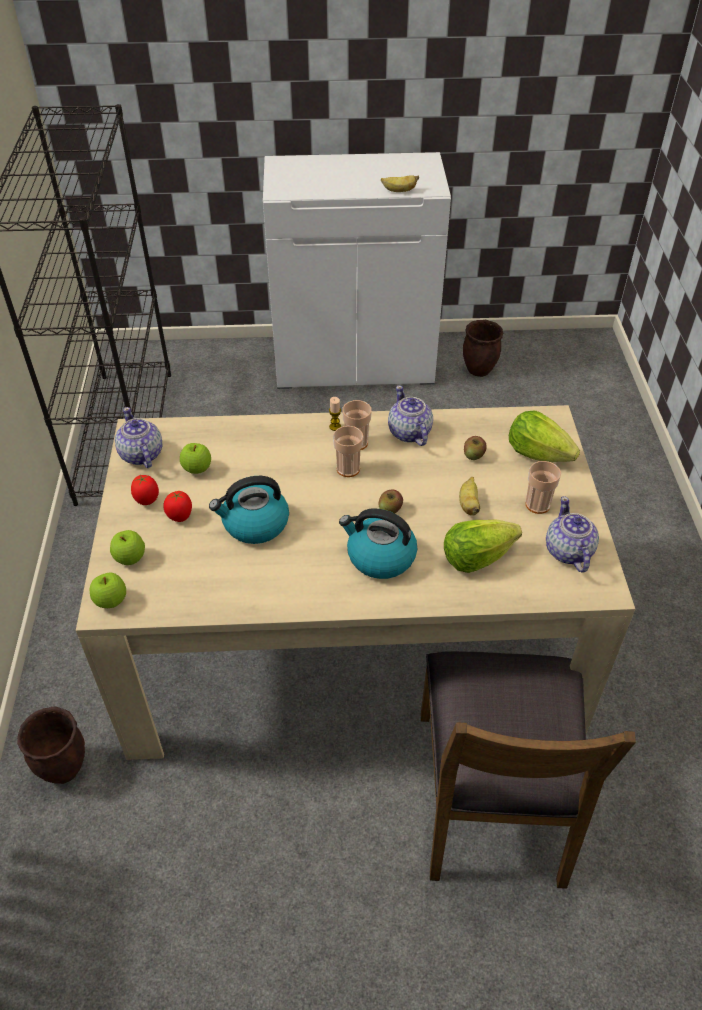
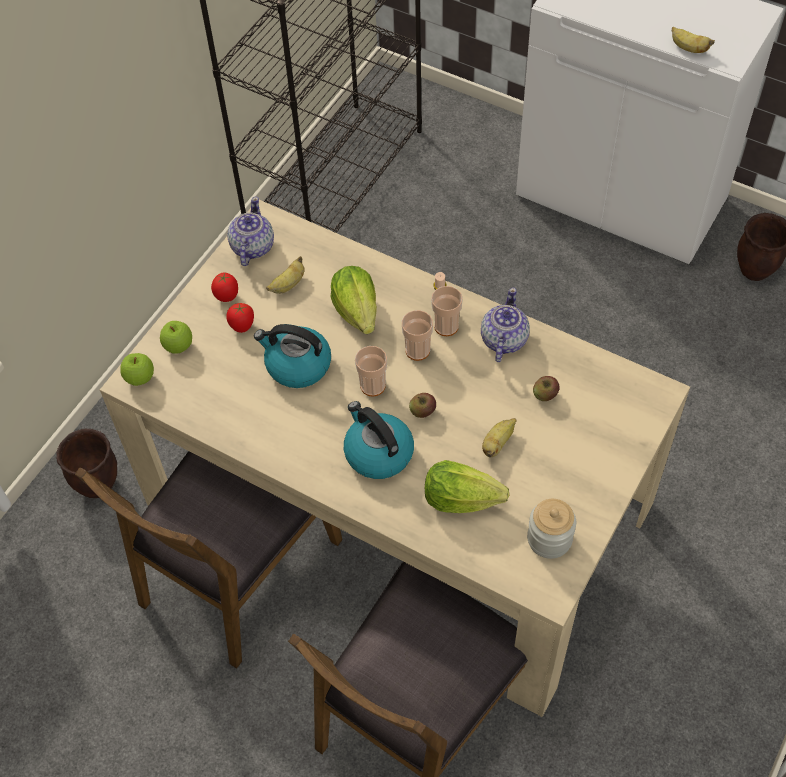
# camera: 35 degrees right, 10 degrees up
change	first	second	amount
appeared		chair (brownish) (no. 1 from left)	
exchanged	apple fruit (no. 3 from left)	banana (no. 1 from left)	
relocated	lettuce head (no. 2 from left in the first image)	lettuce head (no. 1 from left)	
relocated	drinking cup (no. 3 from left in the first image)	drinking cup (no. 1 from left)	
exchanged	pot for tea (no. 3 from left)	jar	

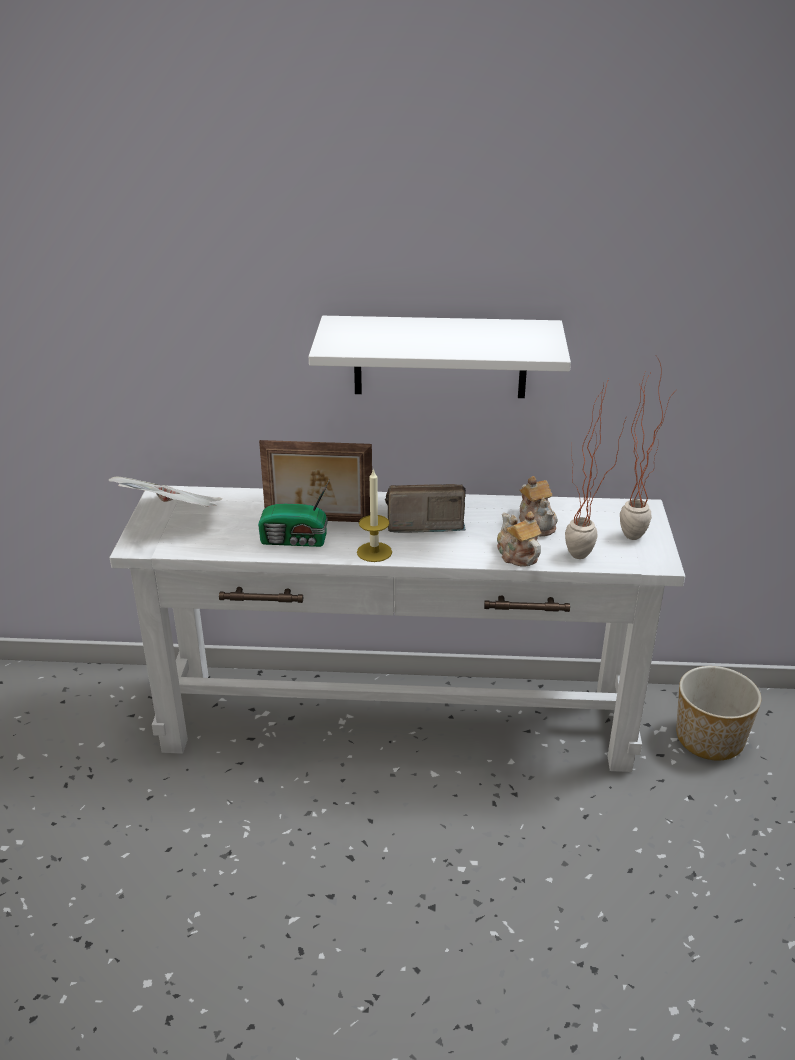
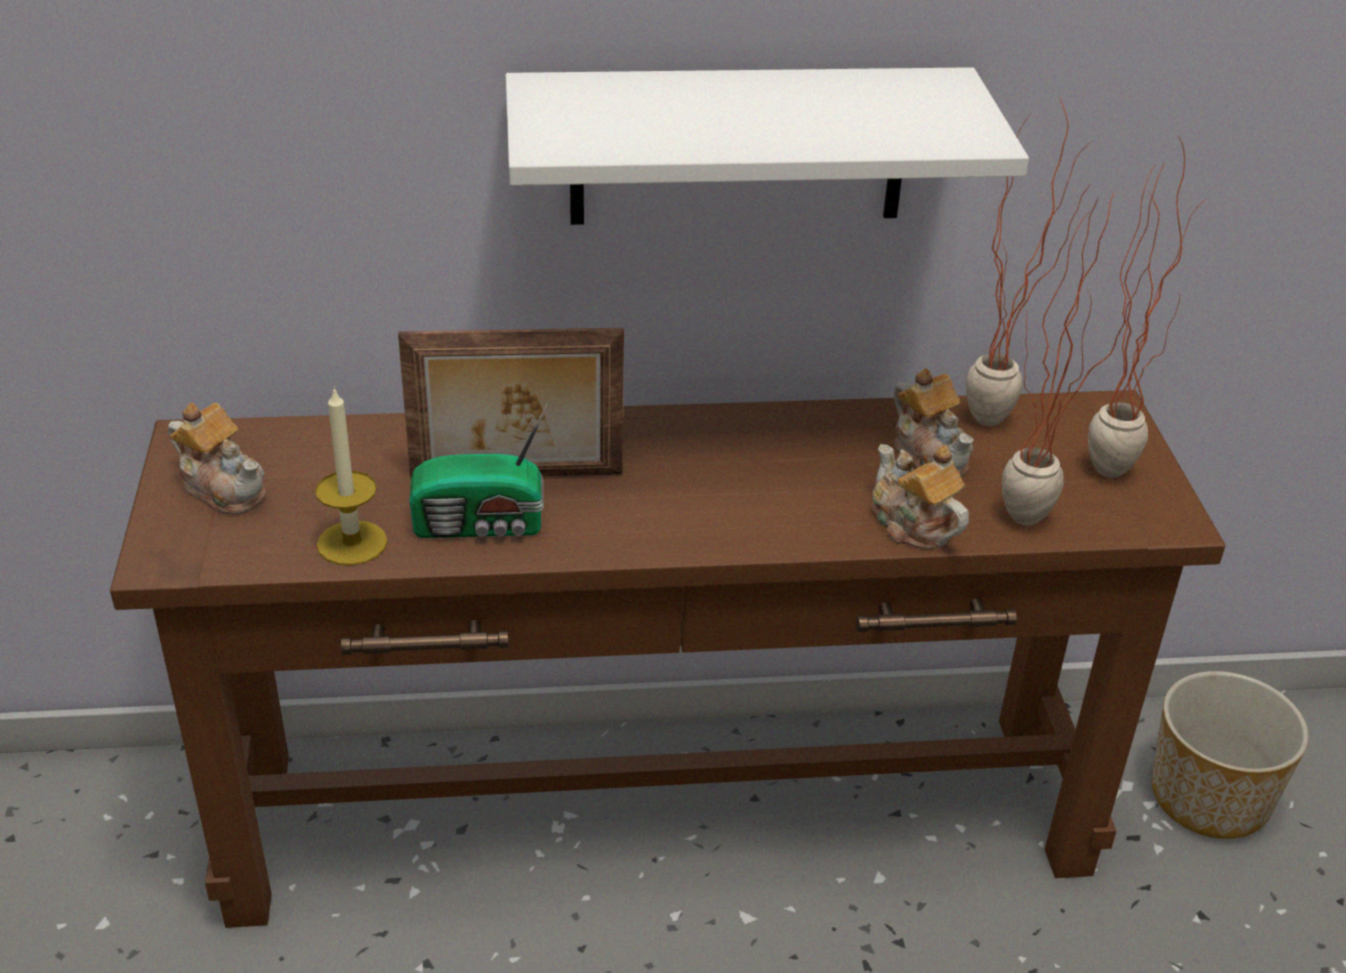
# camera: 10 degrees left, 5 degrees up
change	first	second	amount
colour	narrow table (whitish)	narrow table (brownish)	
exchanged	printed paper	pot for tea (no. 1 from left)	
relocated	candle		
appeared		potted plant (no. 1 from left)	
missing	radio (no. 2 from left)		

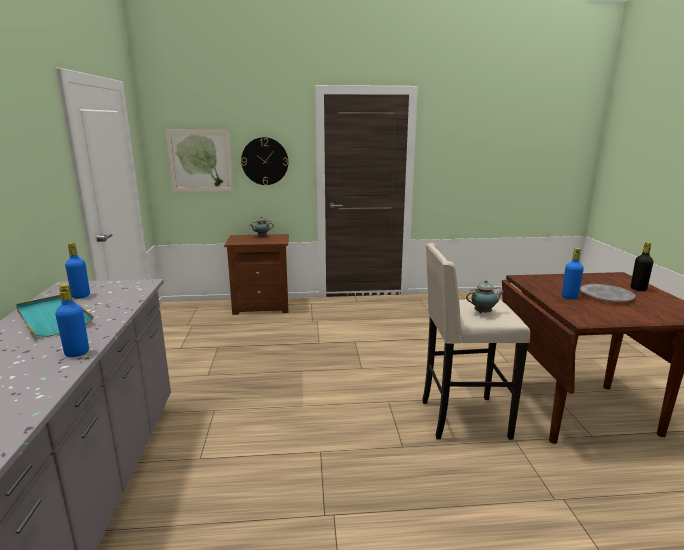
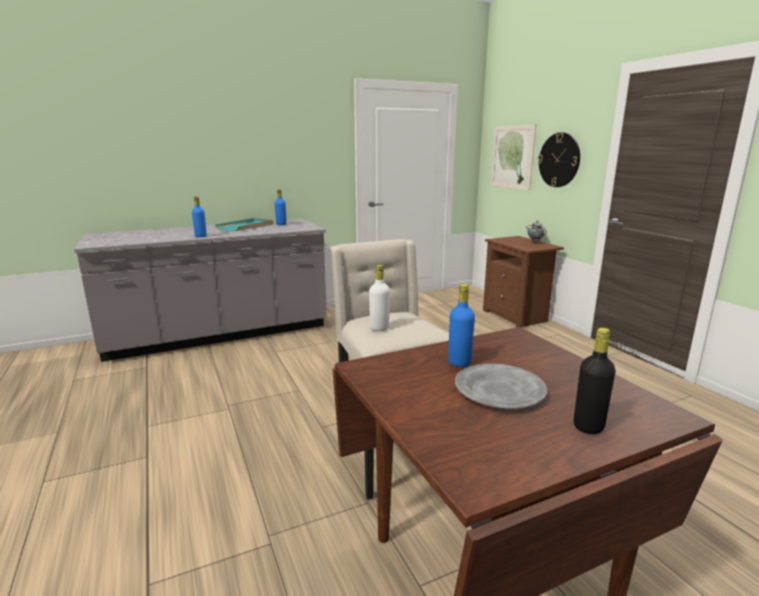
# camera: 70 degrees right, 0 degrees up
change	first	second	amount
exchanged	pot for tea (no. 2 from left)	drink bottle (whitish)	

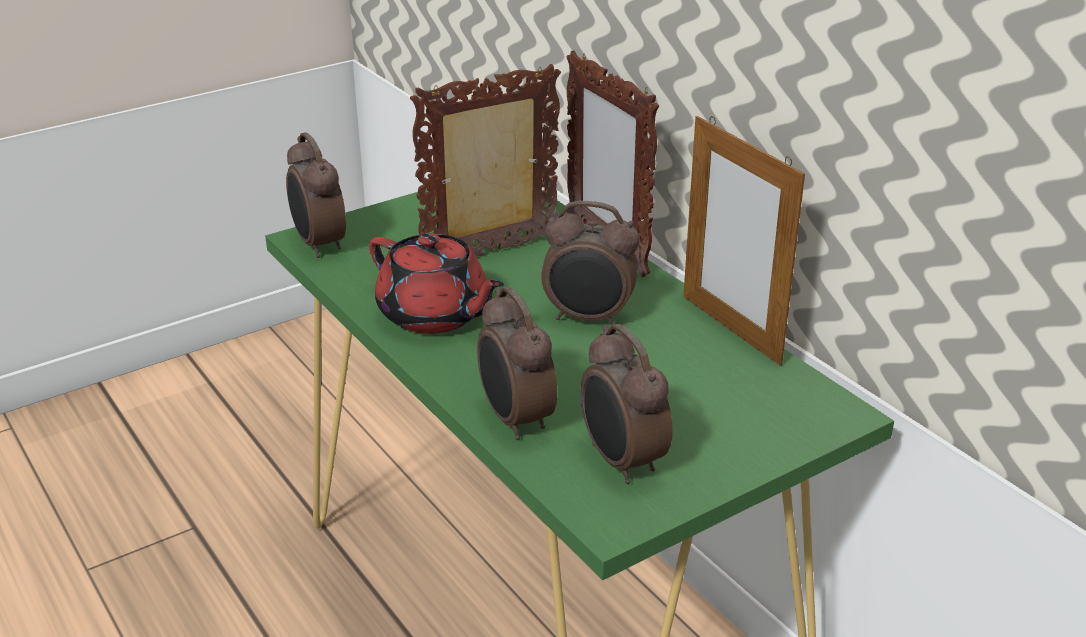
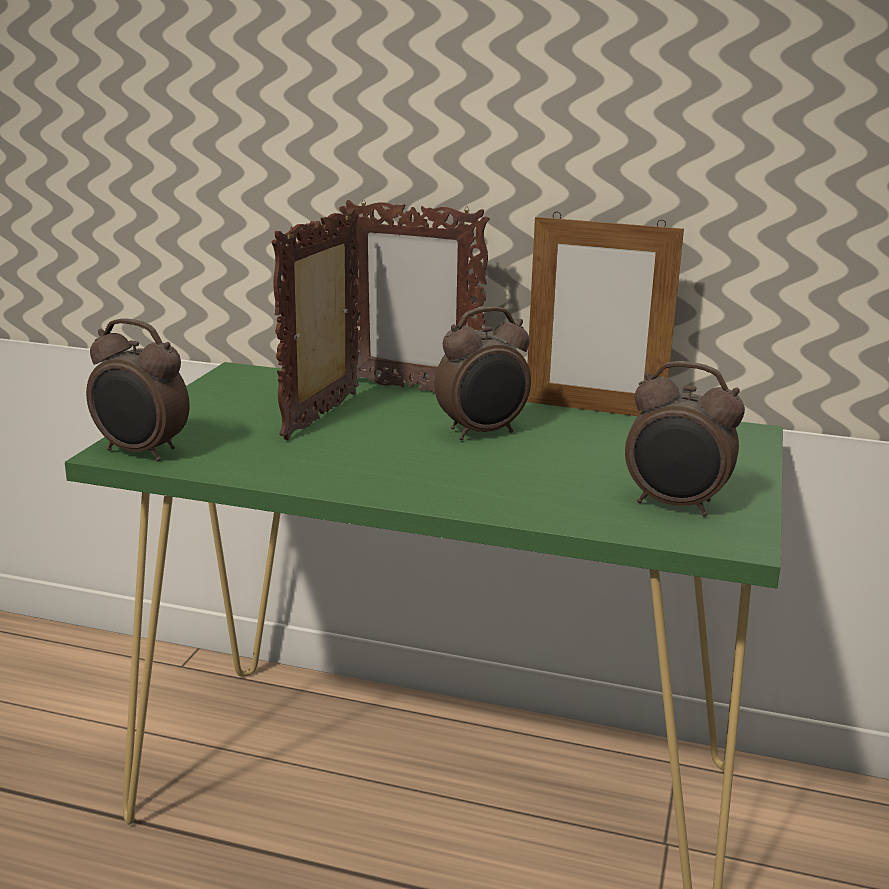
# camera: 40 degrees left, 10 degrees down
change	first	second	amount
missing	pot for tea (reddish)		
missing	alarm clock (no. 2 from left)		

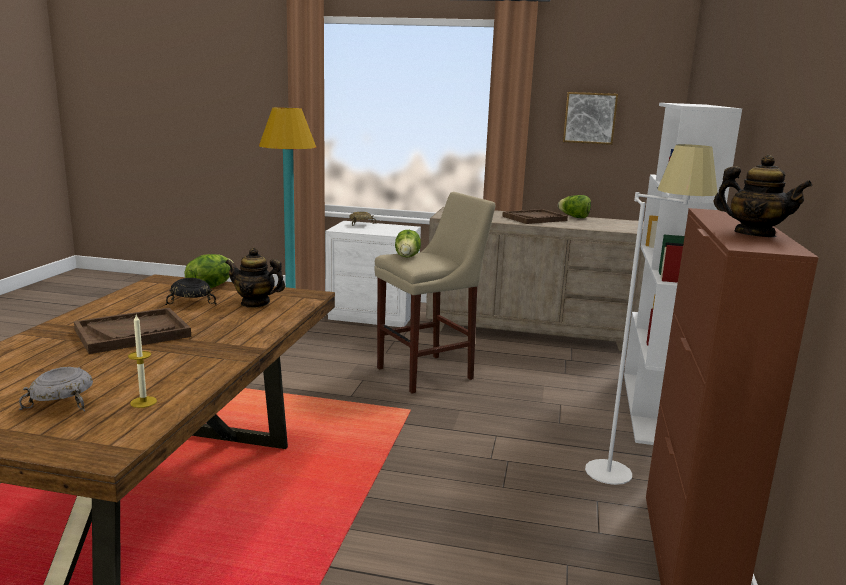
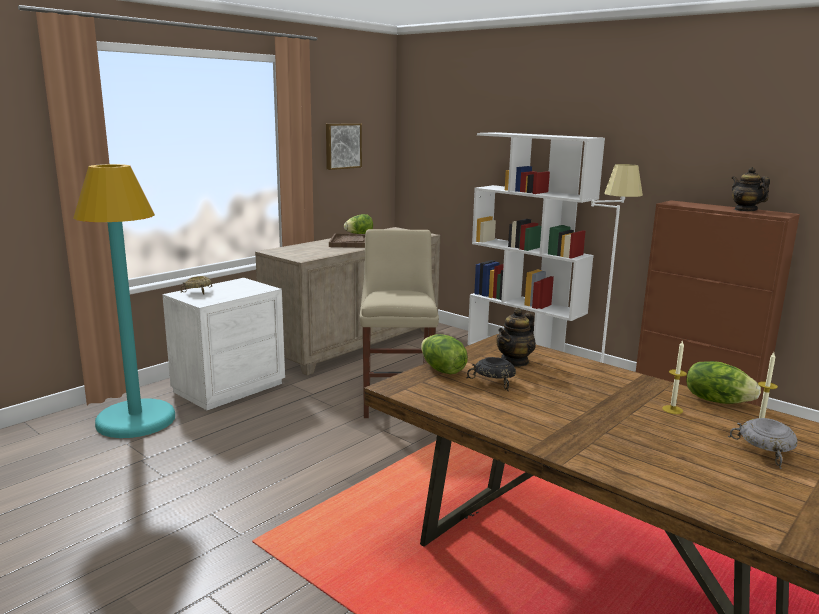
# camera: 60 degrees left, 0 degrees up
change	first	second	amount
appeared		candle (no. 1 from left)	
relocated	lettuce head (no. 2 from left in the first image)	lettuce head (no. 3 from left)	
spun	pot for tea (no. 2 from left)		90 degrees counterclockwise
missing	carrying tray (brownish) (no. 1 from left)		

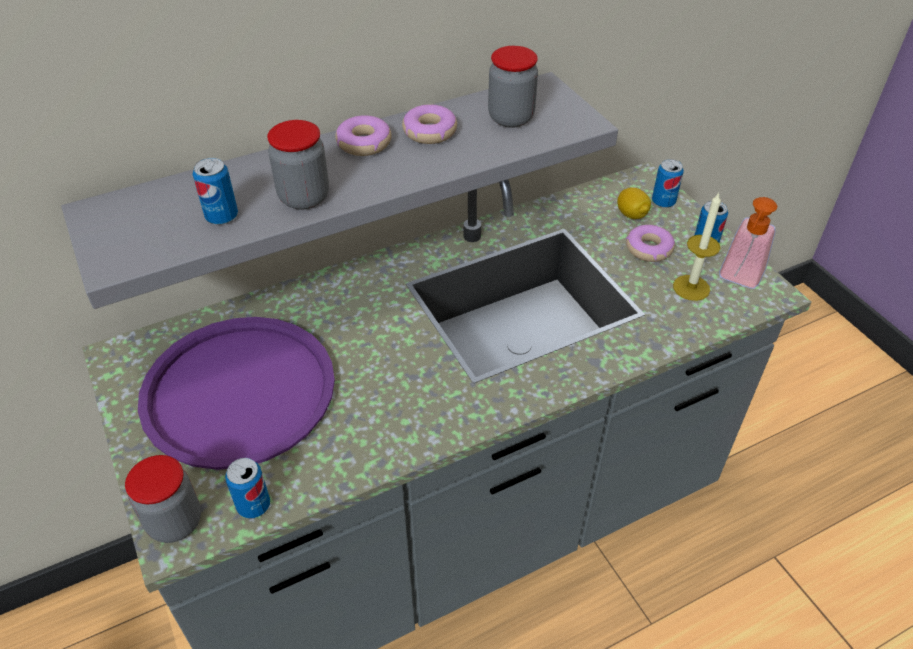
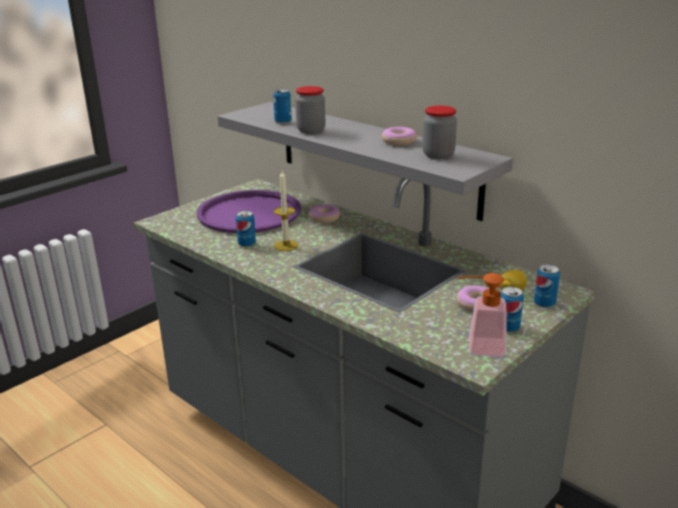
# camera: 70 degrees right, 20 degrees down
change	first	second	amount
relocated	can (no. 2 from left in the first image)	can (no. 1 from left)	
relocated	candle		
relocated	donut (no. 1 from left)		
missing	jar (no. 1 from left)		

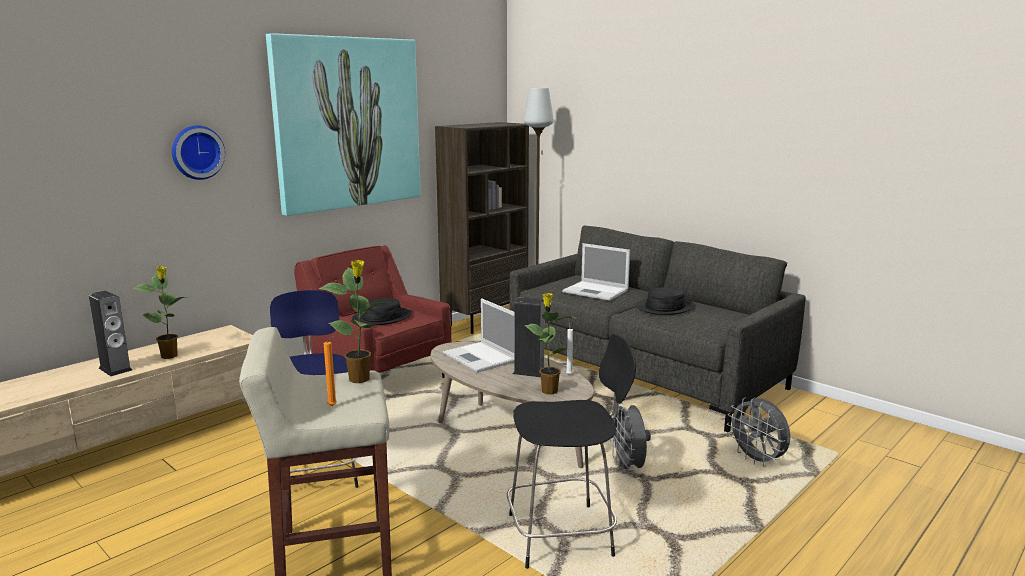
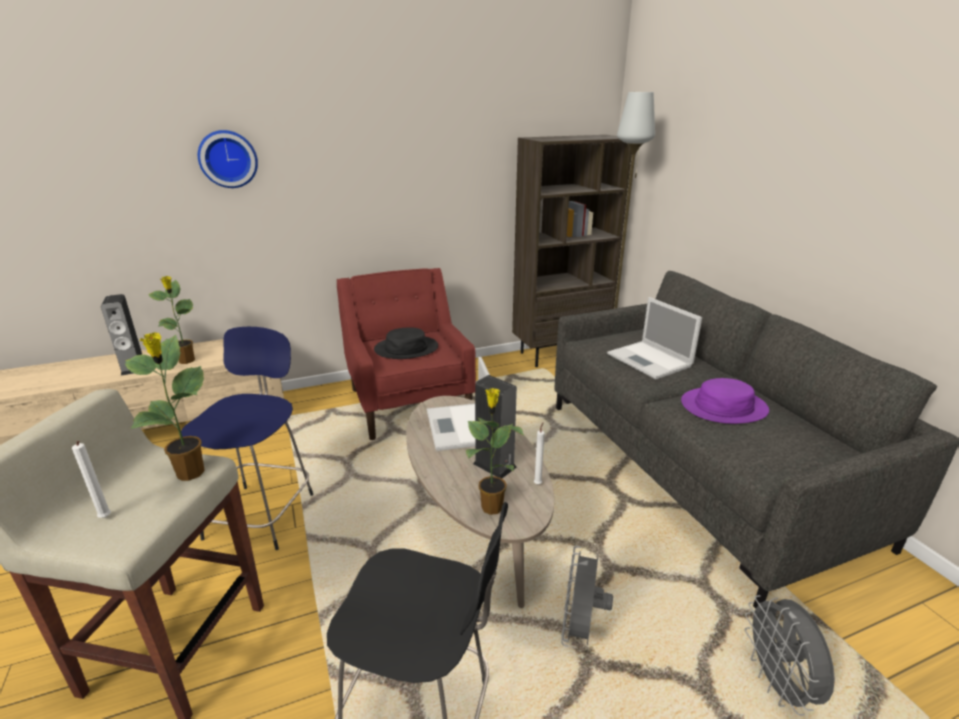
# camera: 25 degrees right, 10 degrees up
change	first	second	amount
colour	candle (orange)	candle (whitish) (no. 1 from left)	
colour	clothing hat (blackish) (no. 2 from left)	clothing hat (purple-coloured)	
missing	wall picture		

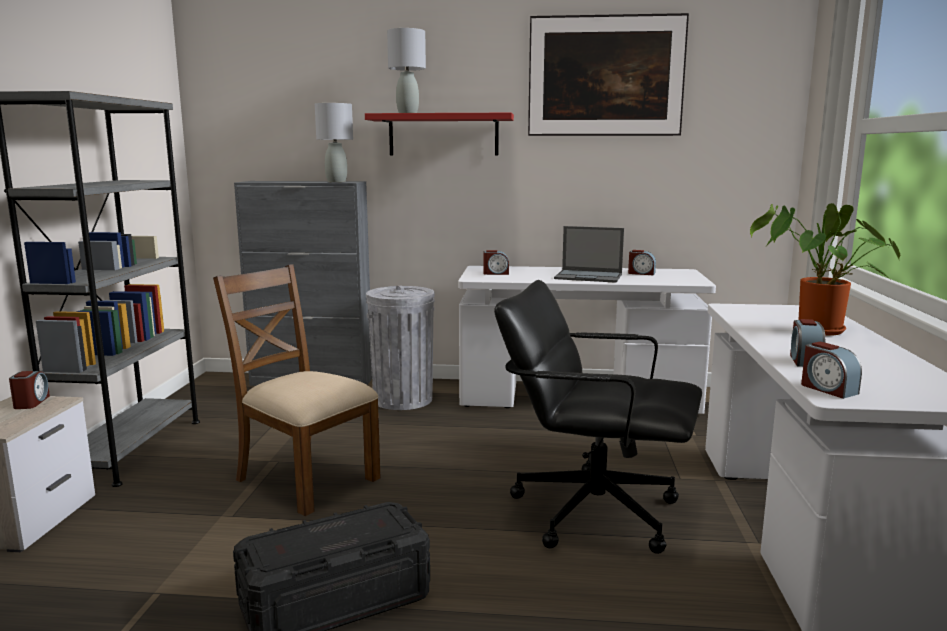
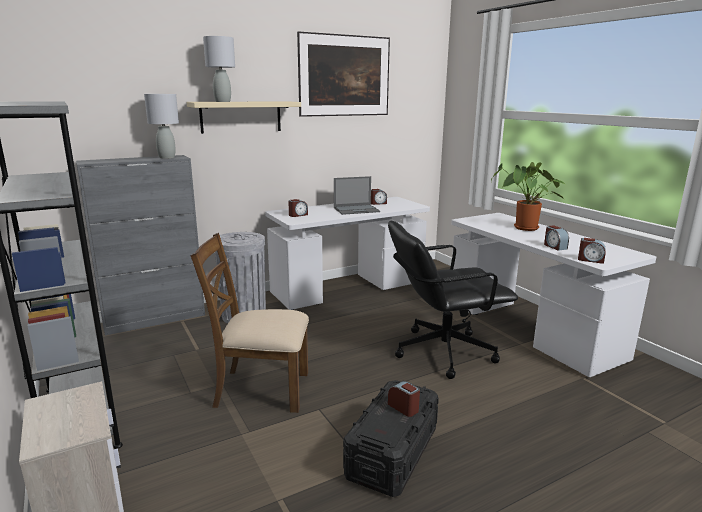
# camera: 35 degrees left, 5 degrees up
change	first	second	amount
colour	shelf (reddish)	shelf (beige)	
relocated	alarm clock (no. 1 from left in the first image)	alarm clock (no. 3 from left)	

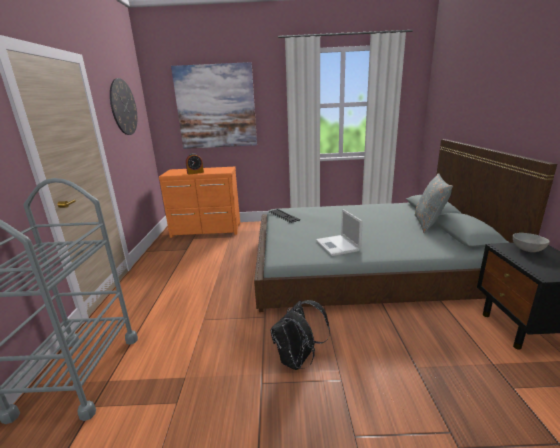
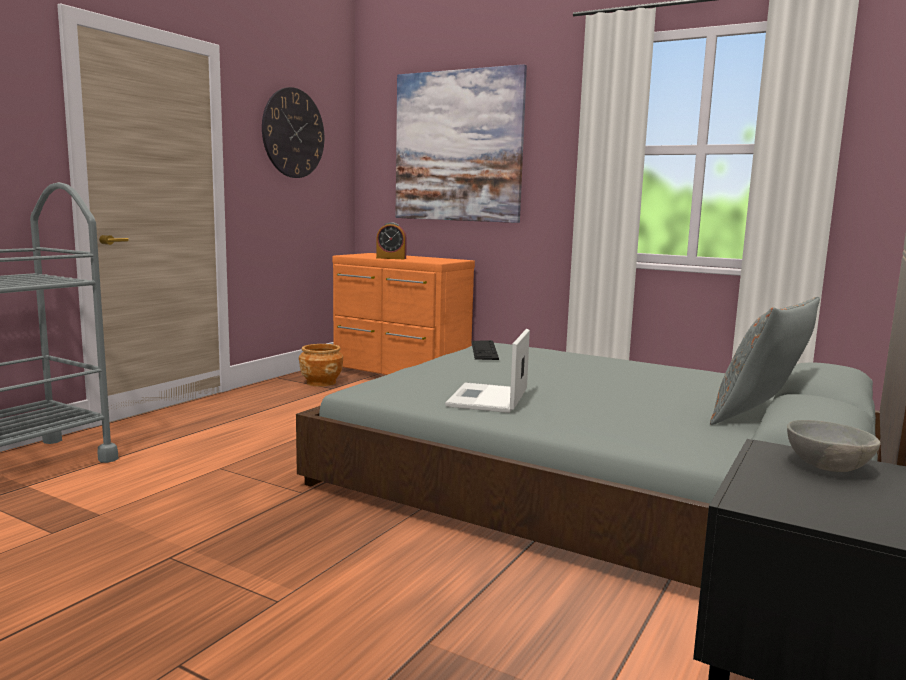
# camera: 30 degrees right, 10 degrees down
change	first	second	amount
appeared		plant pot (brownish)	
missing	knapsack (blackish)		

